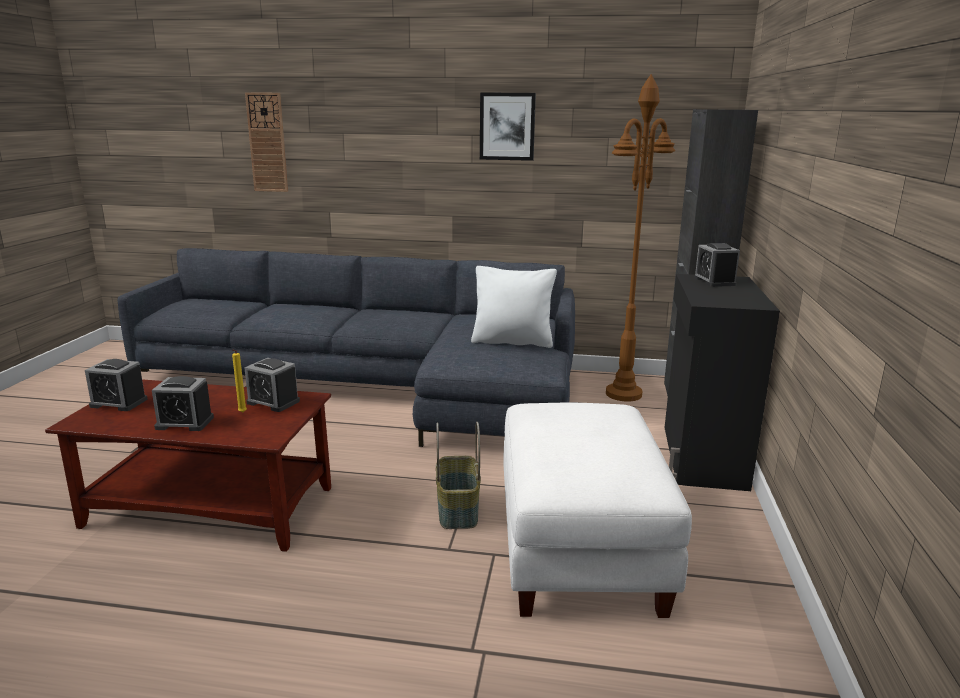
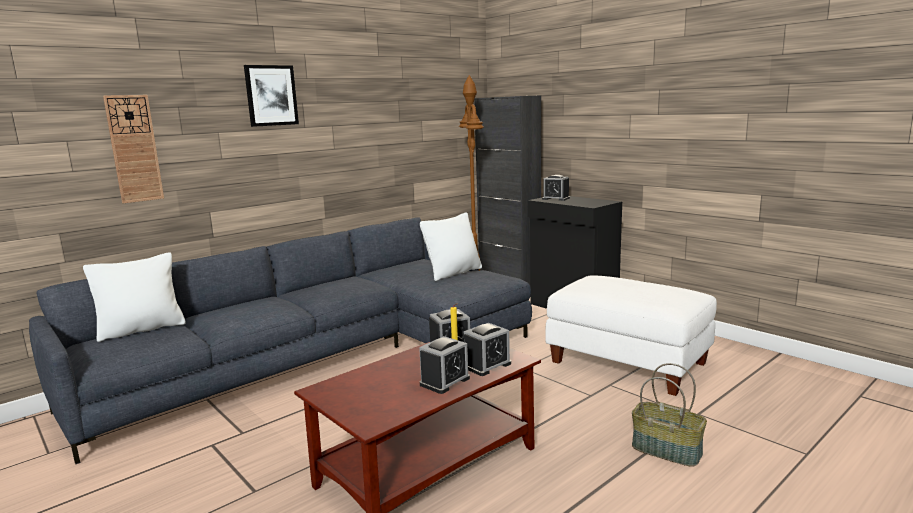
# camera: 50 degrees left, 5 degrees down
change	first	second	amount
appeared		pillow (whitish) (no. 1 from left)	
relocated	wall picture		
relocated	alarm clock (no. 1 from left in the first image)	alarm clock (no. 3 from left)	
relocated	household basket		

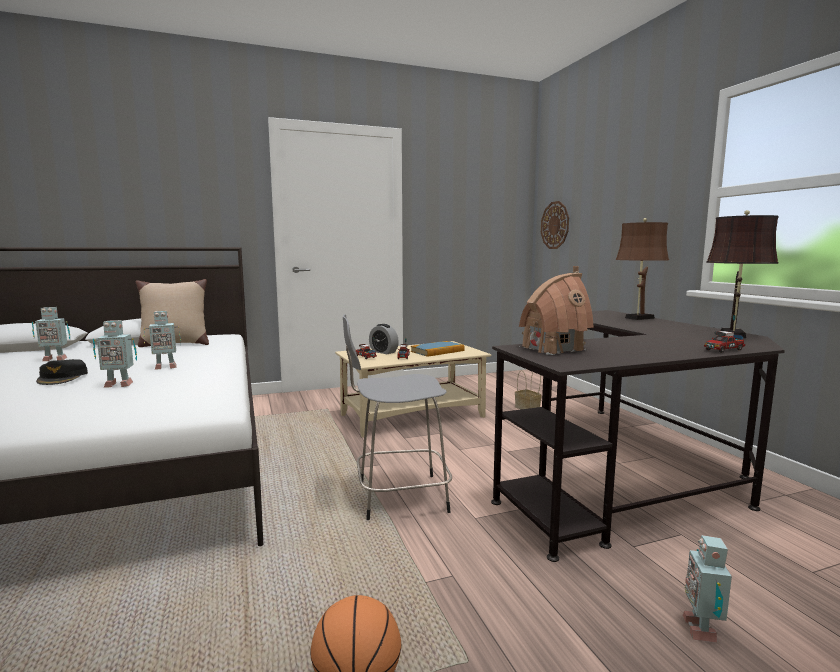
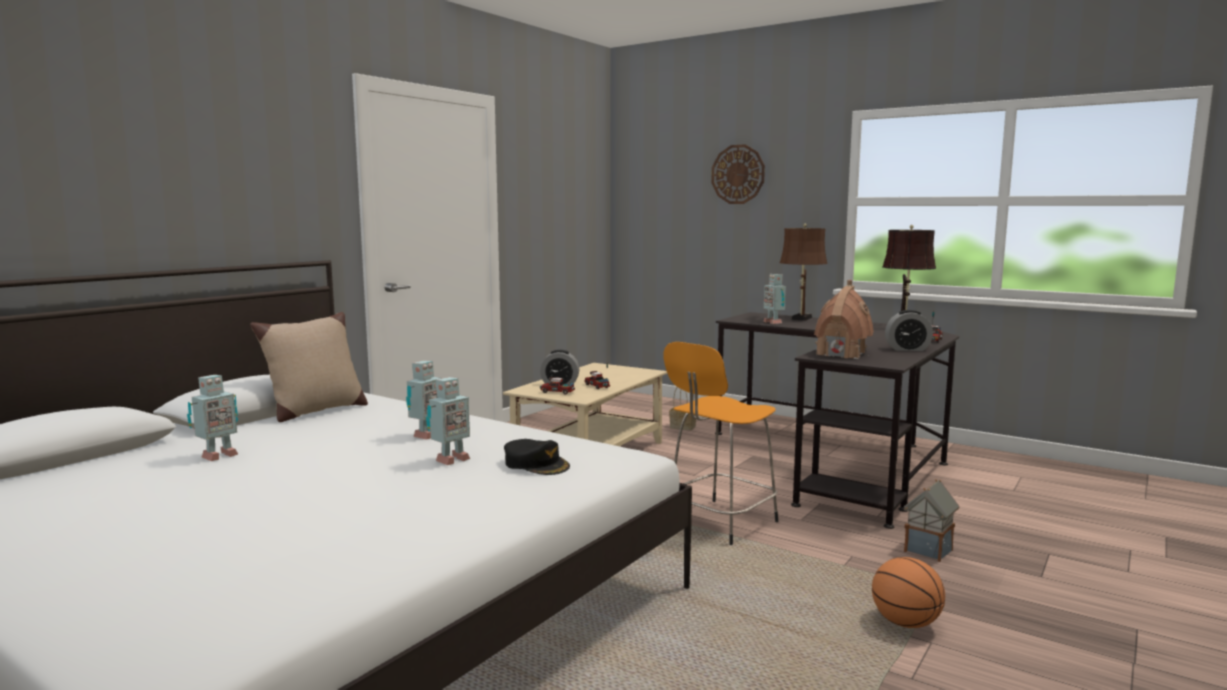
# camera: 35 degrees left, 0 degrees up
change	first	second	amount
relocated	peaked cap (blackish)		
colour	stool seat (gray)	stool seat (orange)	
relocated	clock on the wall		
relocated	robot figure (no. 4 from left)		
appeared		alarm clock (no. 2 from left)	
appeared		toy house (no. 2 from left)	
missing	book		

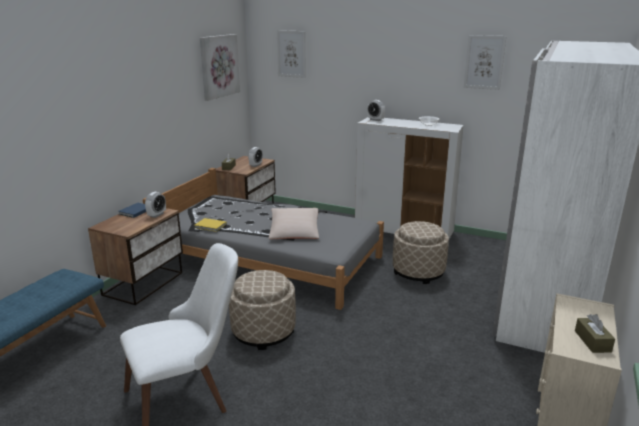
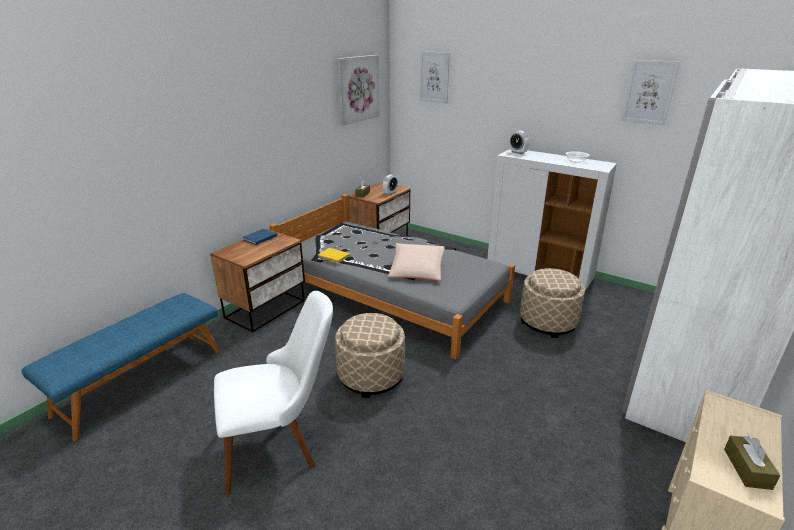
# camera: 10 degrees right, 5 degrees up
change	first	second	amount
missing	alarm clock (no. 1 from left)		

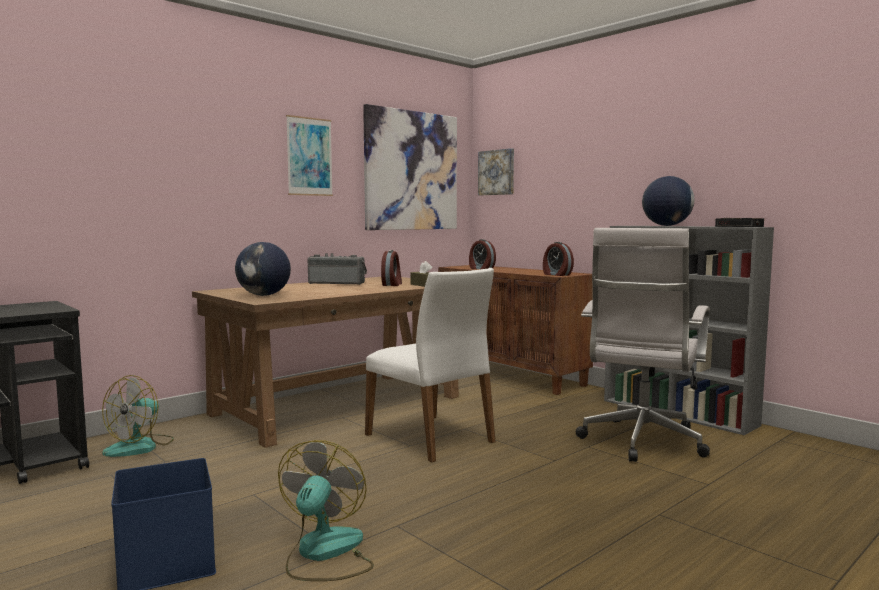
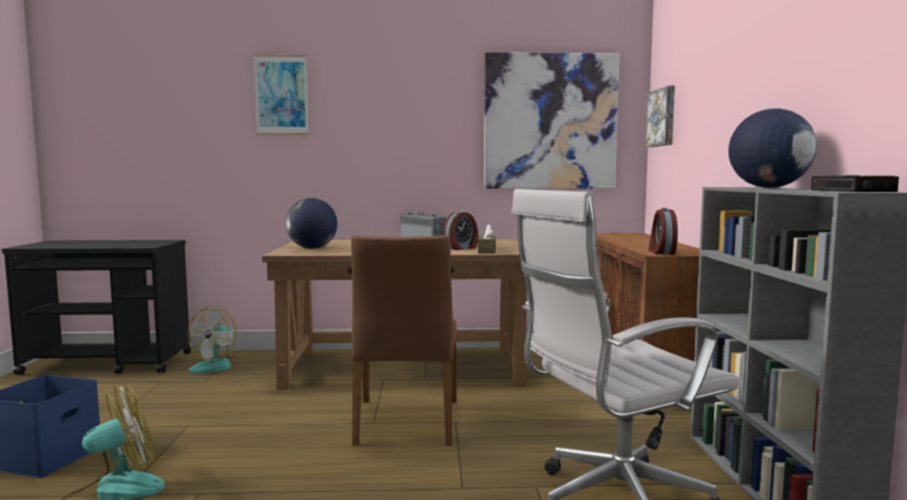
# camera: 40 degrees right, 0 degrees up
change	first	second	amount
spun	electric fan (no. 1 from left in the first image)	electric fan (no. 2 from left)	45 degrees counterclockwise
relocated	wall picture (no. 1 from left)		
colour	chair (whitish)	chair (brownish)	
missing	alarm clock (no. 2 from left)		

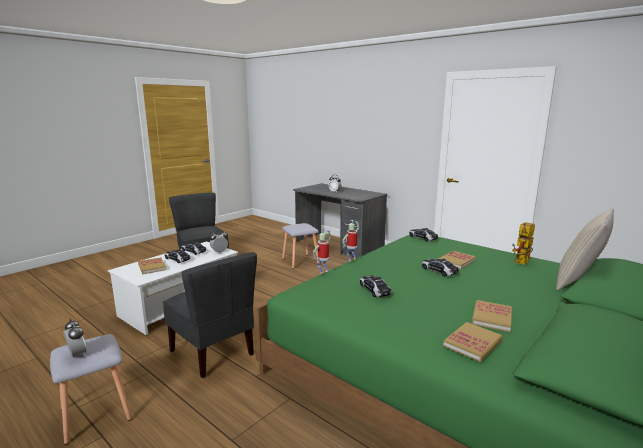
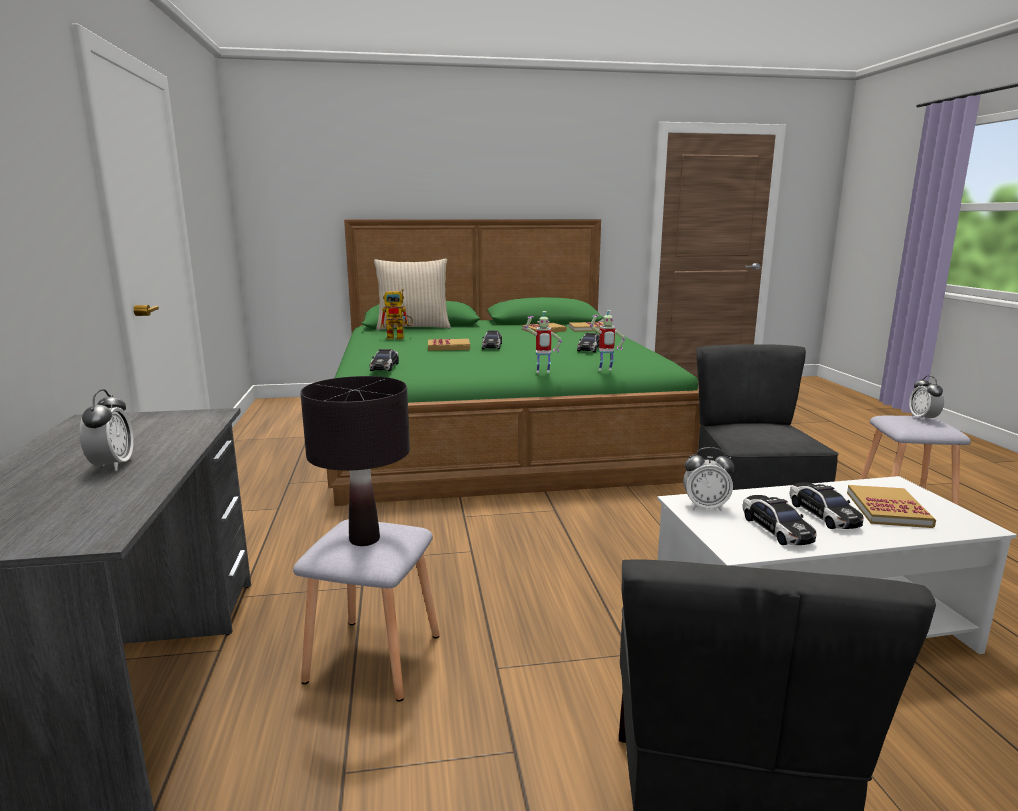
# camera: 140 degrees left, 0 degrees up
change	first	second	amount
appeared		tabletop lamp (blackish)	

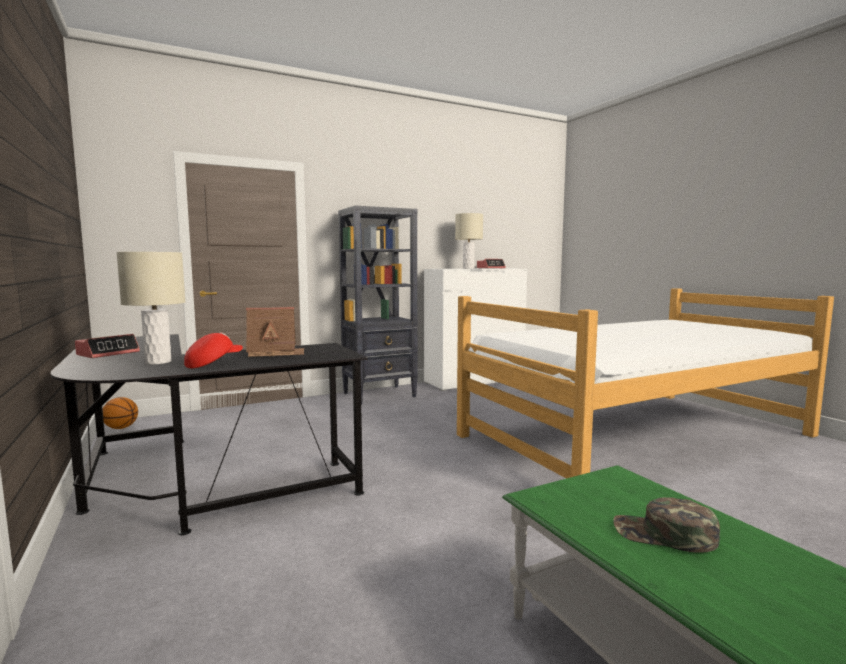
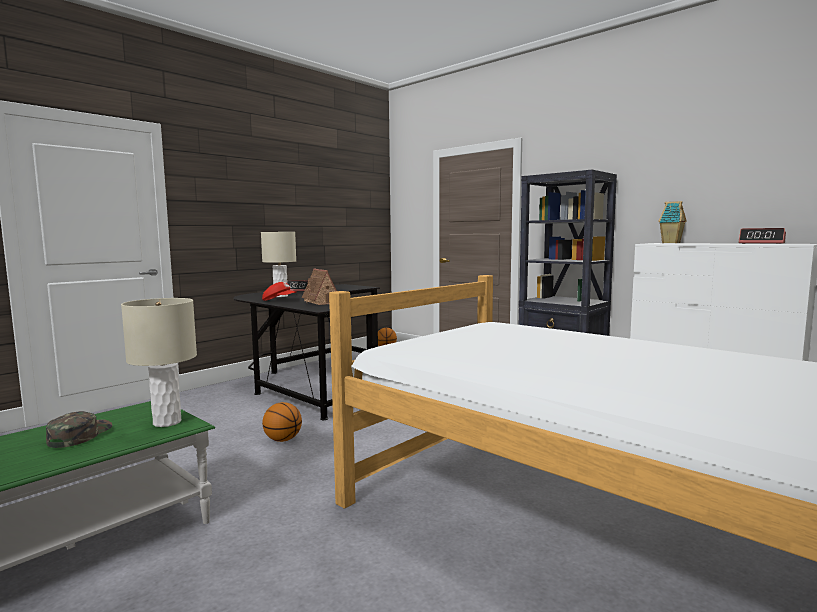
# camera: 70 degrees right, 0 degrees up
change	first	second	amount
relocated	tabletop lamp (beige) (no. 2 from left in the first image)	tabletop lamp (beige) (no. 1 from left)	
appeared		basketball (no. 1 from left)	
appeared		toy house (no. 2 from left)	

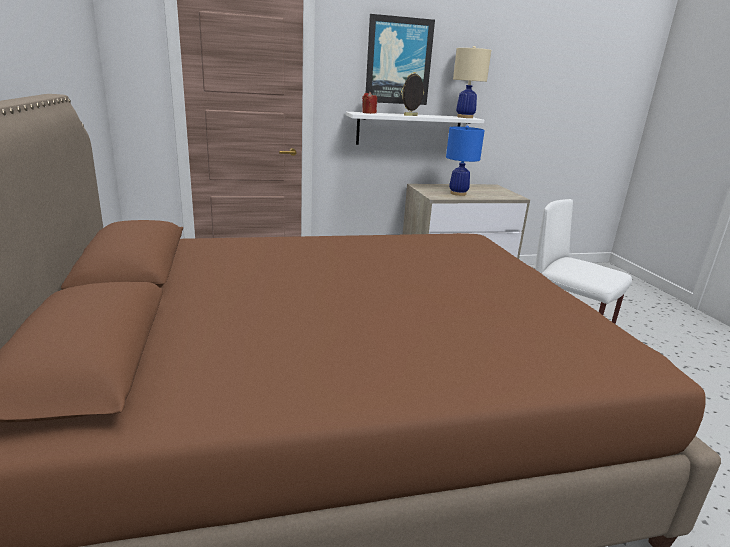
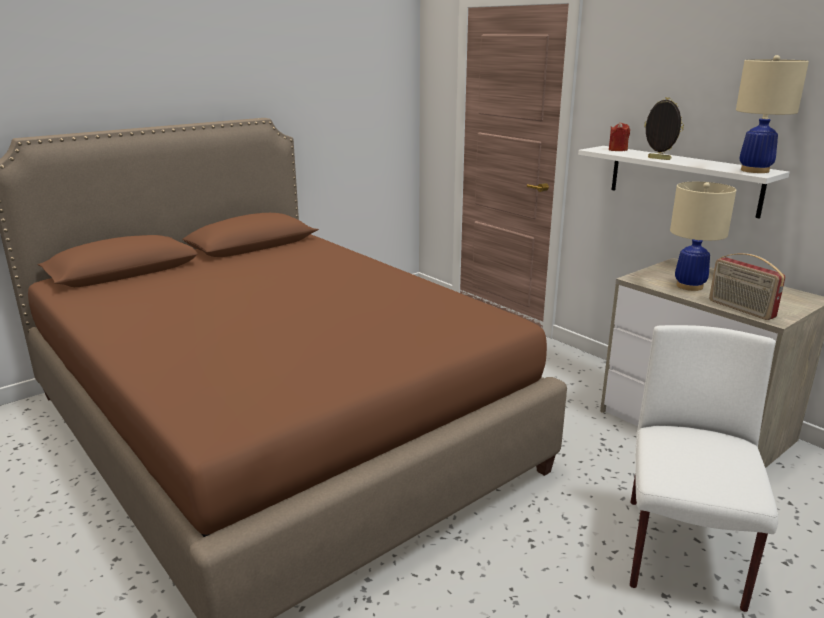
# camera: 65 degrees right, 0 degrees up
change	first	second	amount
colour	tabletop lamp (blue-coloured)	tabletop lamp (beige) (no. 1 from left)	
appeared		radio	
missing	wall picture		

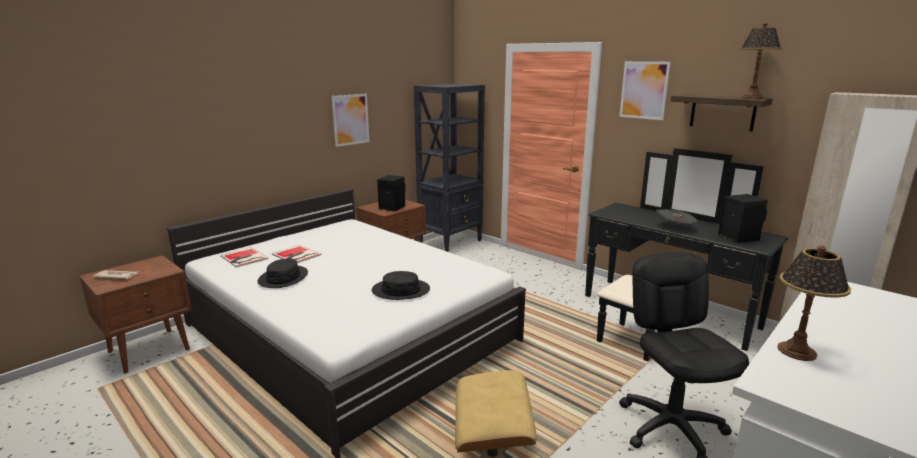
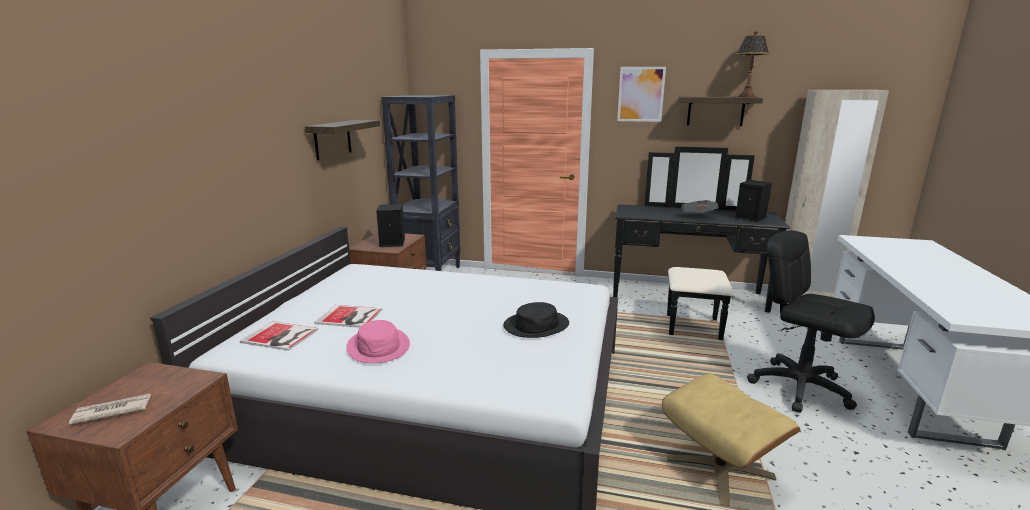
# camera: 30 degrees left, 0 degrees up
change	first	second	amount
exchanged	wall picture (no. 1 from left)	shelf (no. 1 from left)	
colour	clothing hat (blackish) (no. 1 from left)	clothing hat (pink-coloured)	
missing	tabletop lamp (no. 2 from left)		

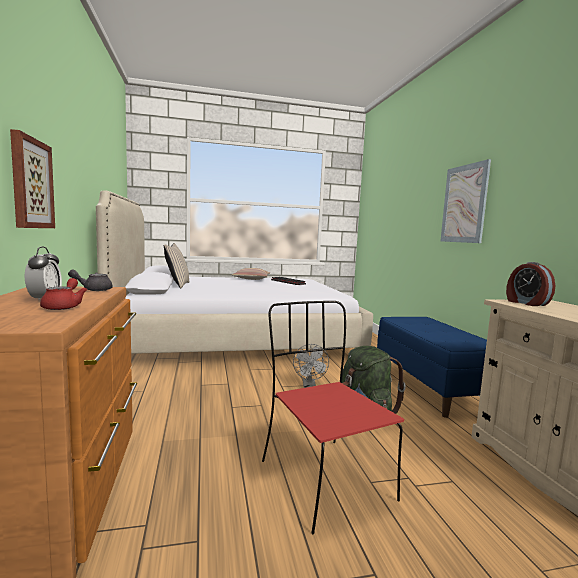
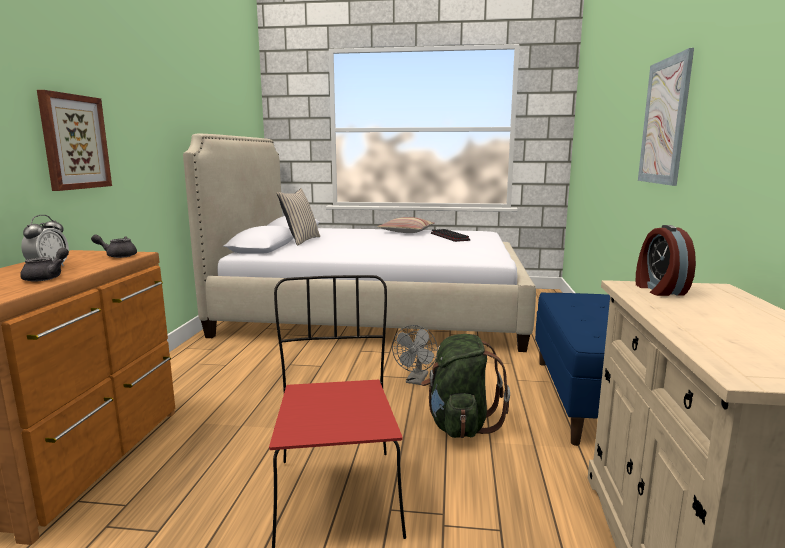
# camera: 20 degrees right, 5 degrees up
change	first	second	amount
colour	pot for tea (reddish)	pot for tea (gray) (no. 1 from left)	

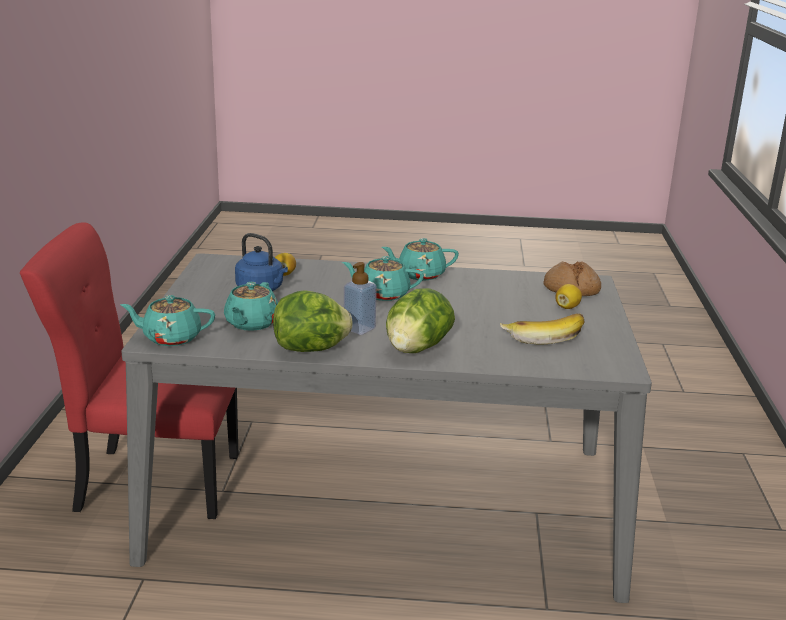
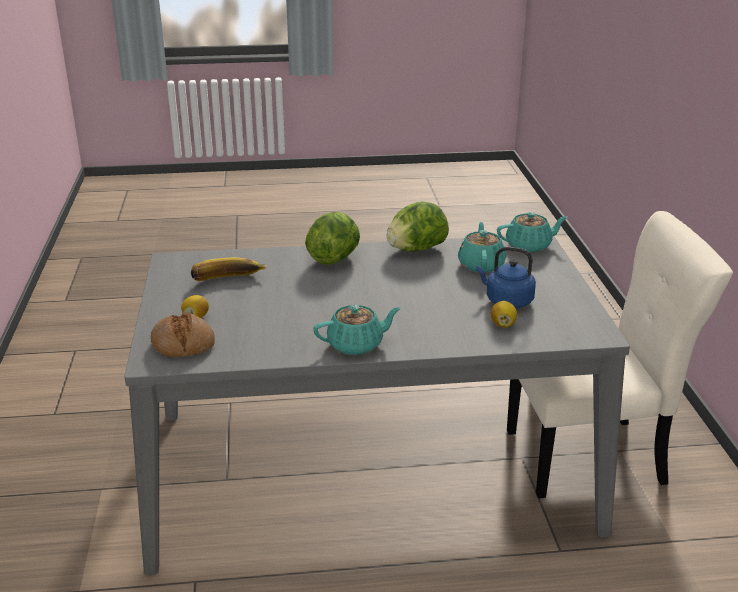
# camera: 170 degrees right, 5 degrees up
change	first	second	amount
colour	chair (reddish)	chair (beige)	
missing	pot for tea (turquoise) (no. 3 from left)		
missing	soap bottle		

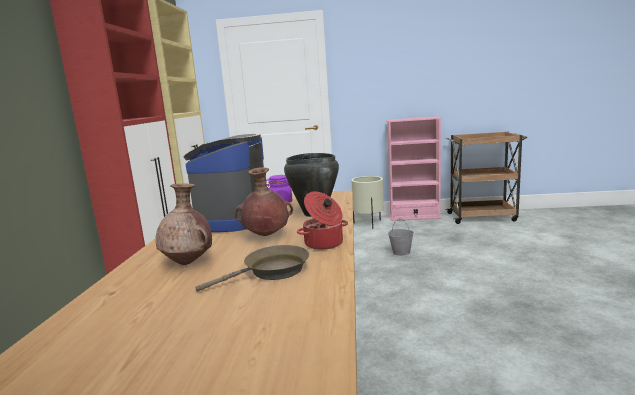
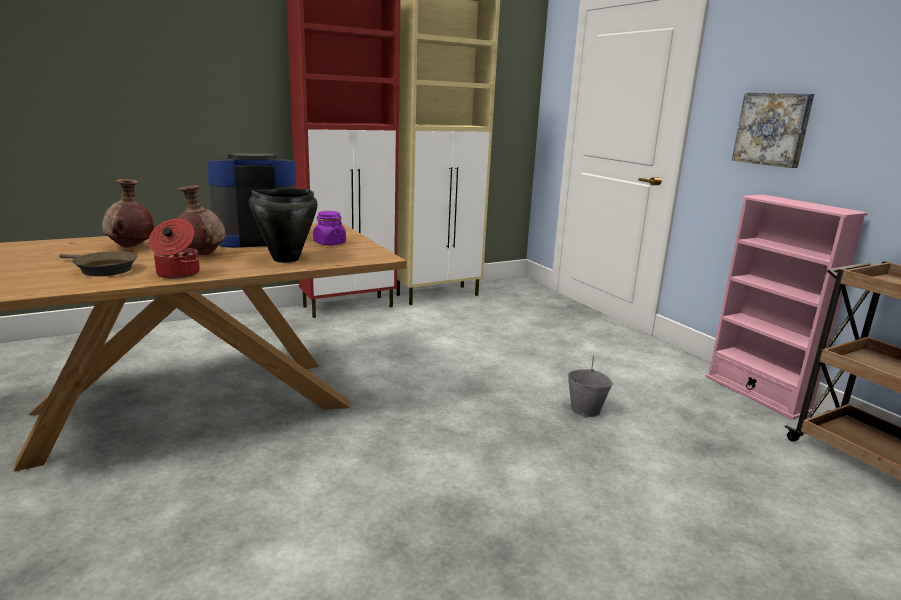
# camera: 55 degrees right, 5 degrees up
change	first	second	amount
appeared		wall picture	
missing	plant pot (beige)		

